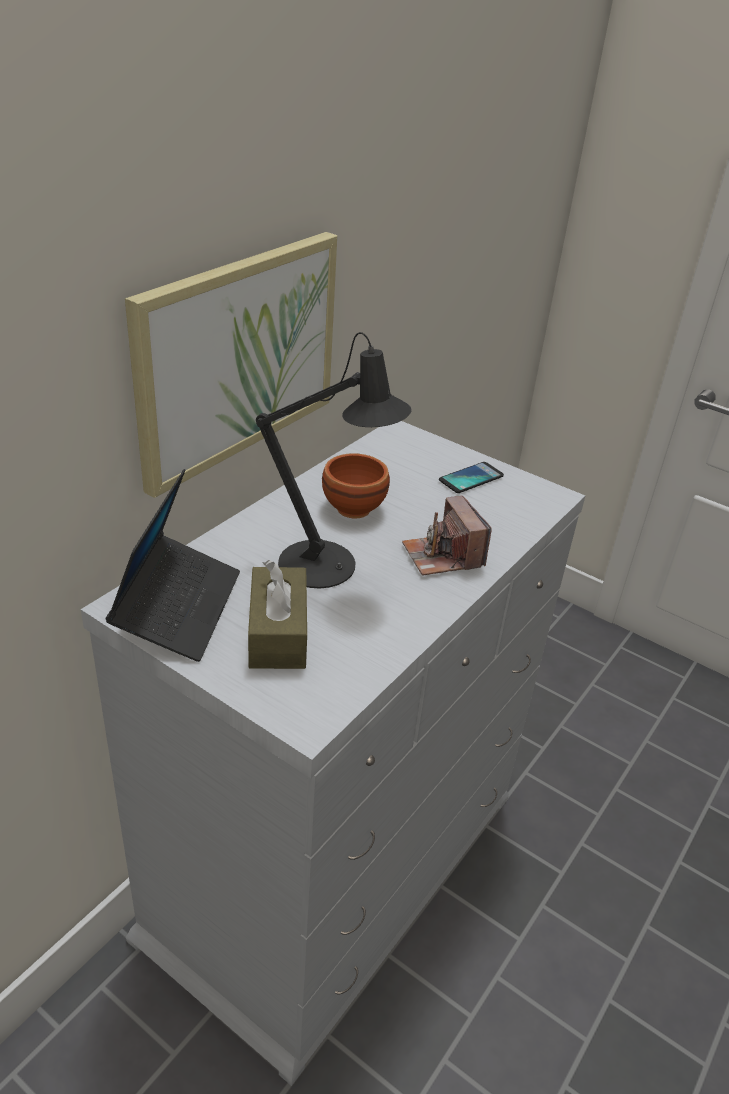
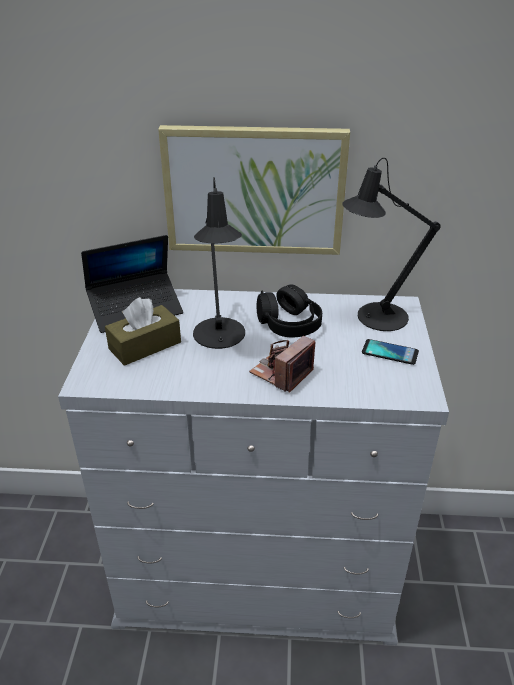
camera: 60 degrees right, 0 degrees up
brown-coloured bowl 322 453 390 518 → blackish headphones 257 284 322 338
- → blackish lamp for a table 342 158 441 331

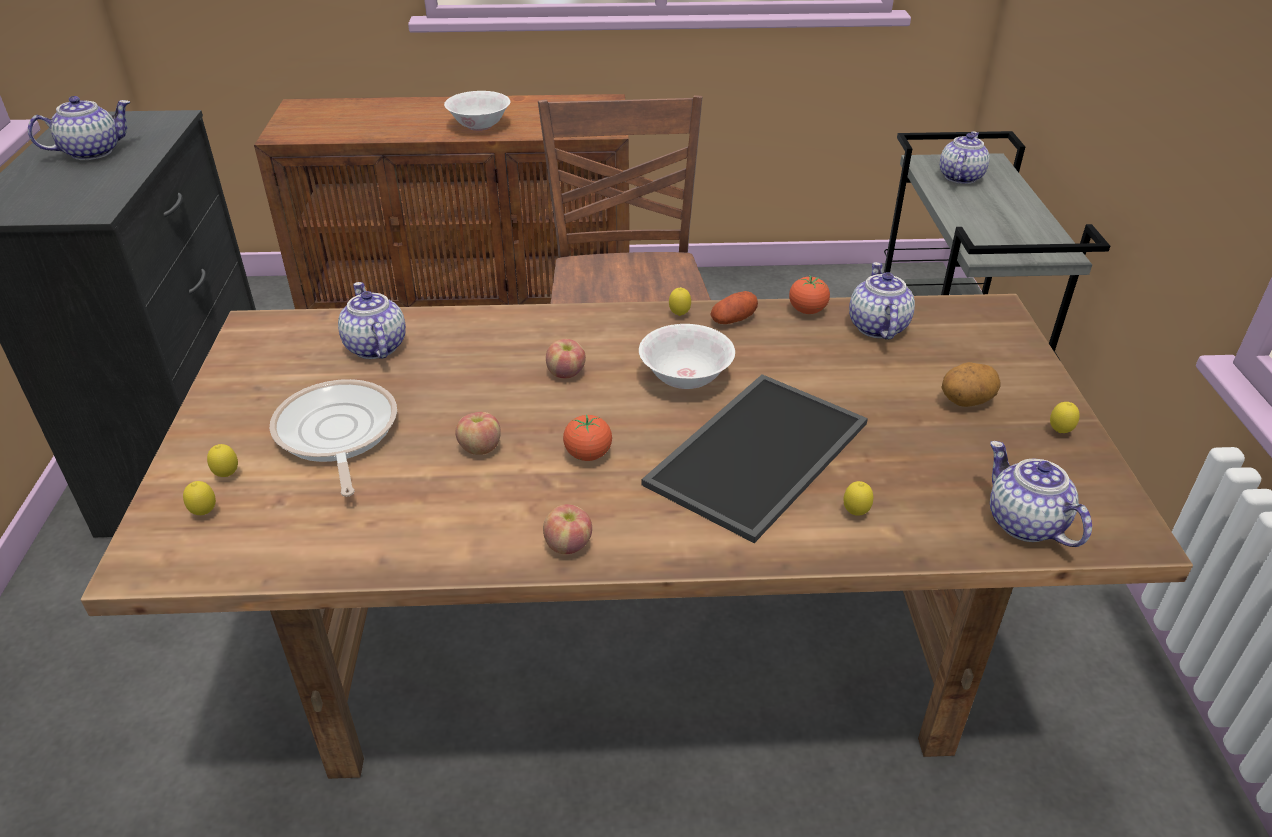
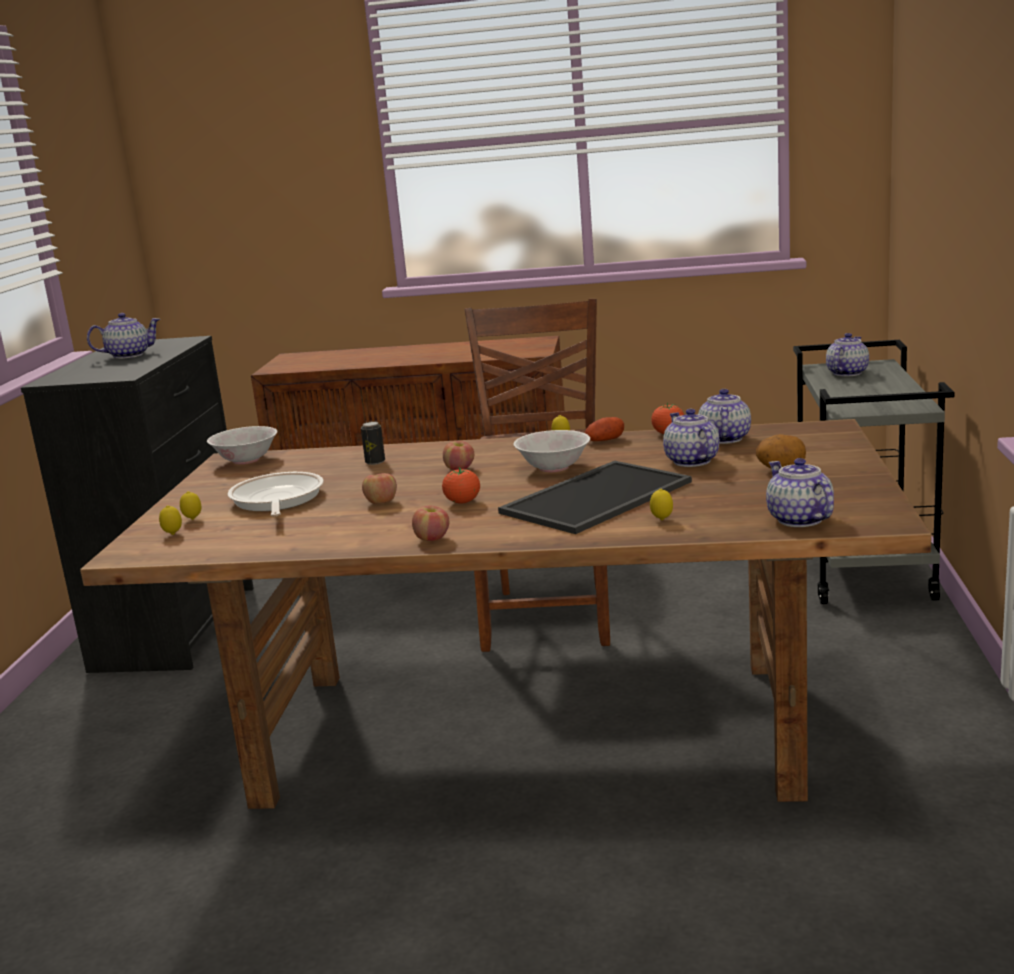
camera: 10 degrees right, 20 degrees down
pot for tea 338 282 406 359 → pot for tea 663 409 719 467, move
white-coloured bowl 444 91 510 131 → white-coloured bowl 207 426 277 464, move
citrus fruit 1050 402 1079 433 → -
- → sealed can 361 421 385 465

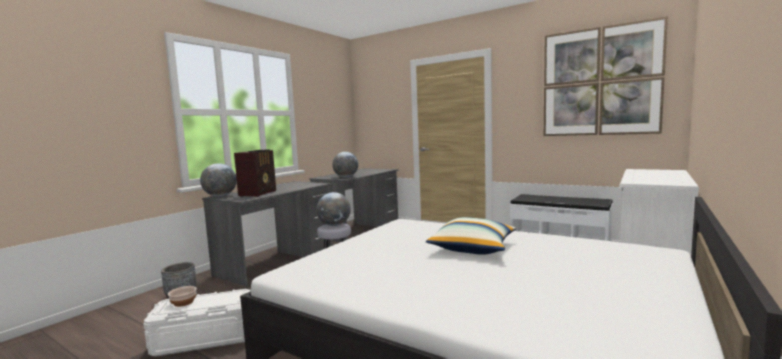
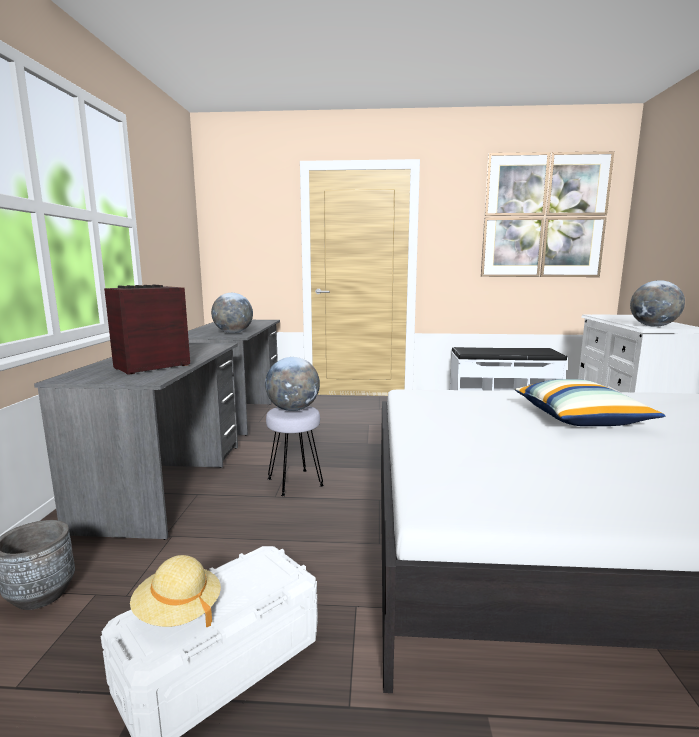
camera: 30 degrees left, 5 degrees up
bowl 168 286 197 307 → beige clothing hat 130 555 221 627
globe 200 163 237 197 → globe 630 280 685 327, move
radio receiver 234 149 276 197 → radio receiver 104 285 190 375, 120 degrees counterclockwise

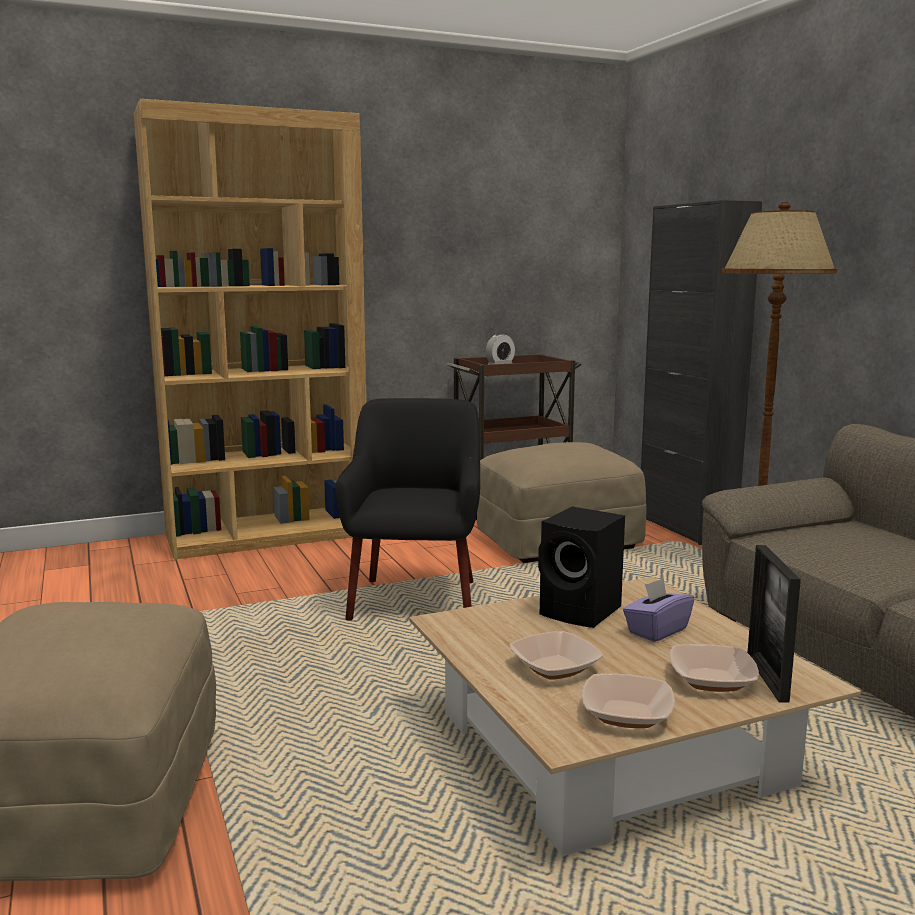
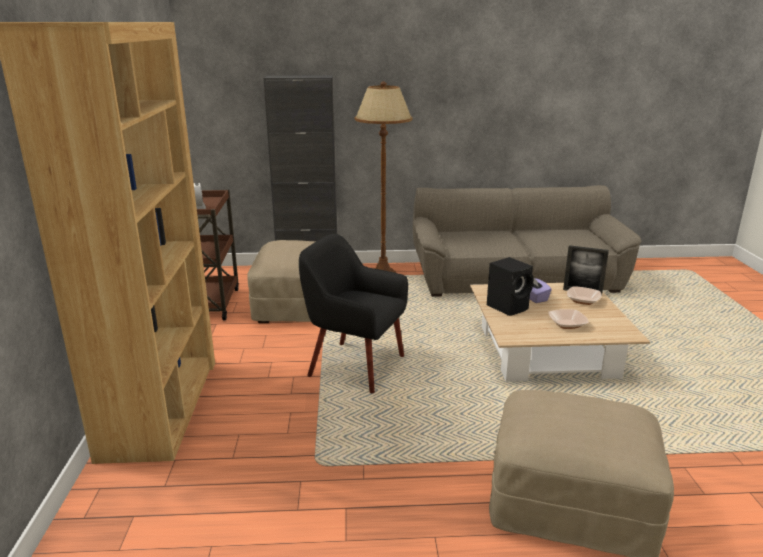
camera: 70 degrees left, 10 degrees up
bowl 582 673 675 728 → -

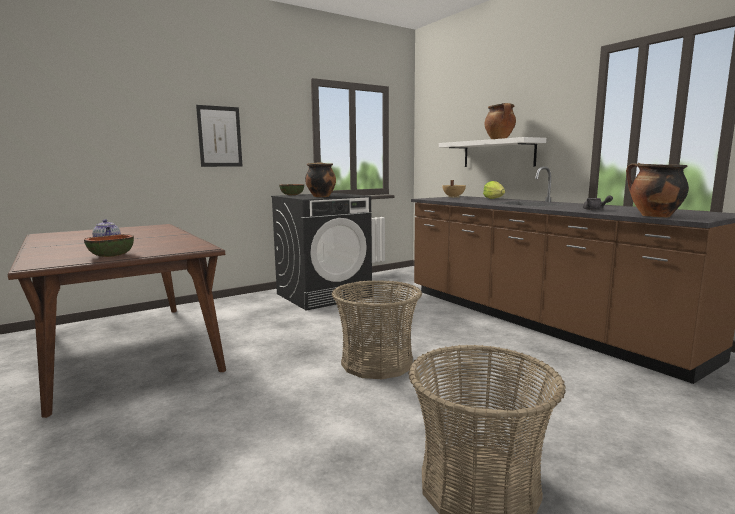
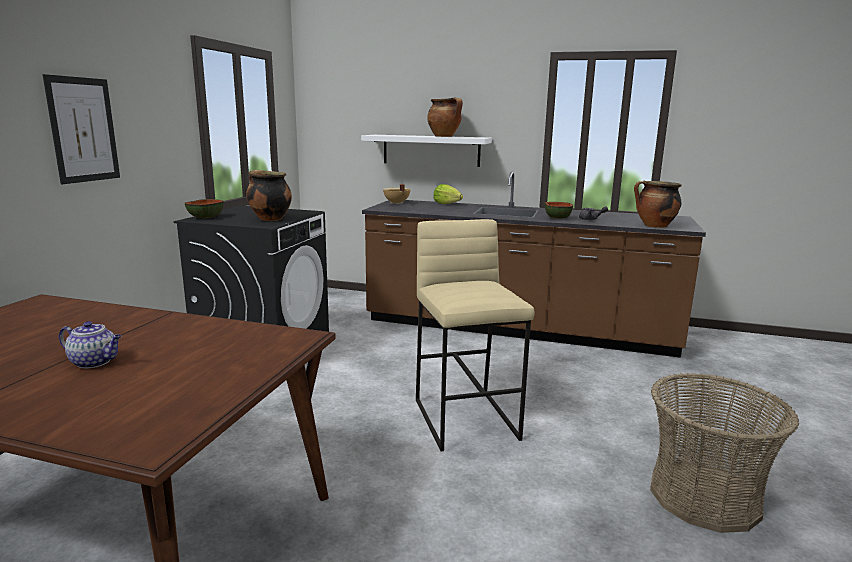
camera: 40 degrees left, 5 degrees up
bowl 84 234 134 257 → bowl 545 202 573 219, move
storage basket 332 280 422 379 → beige stool 416 219 535 452

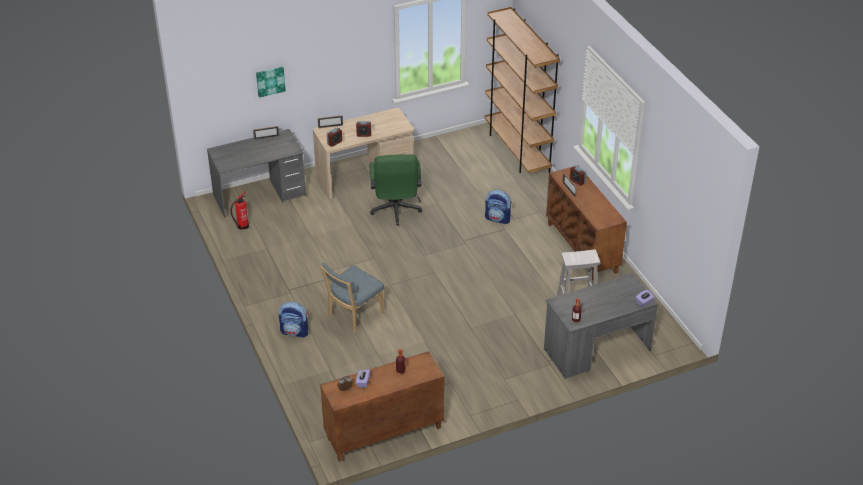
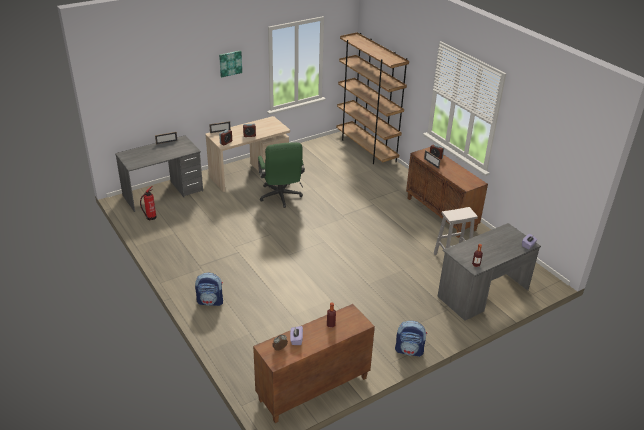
camera: 10 degrees left, 5 degrees down
wall picture 256 67 286 97 → wall picture 219 51 242 77, move
blue-coloured upright chair 320 263 384 333 → -
rucksack 485 190 512 224 → rucksack 395 321 427 357, move

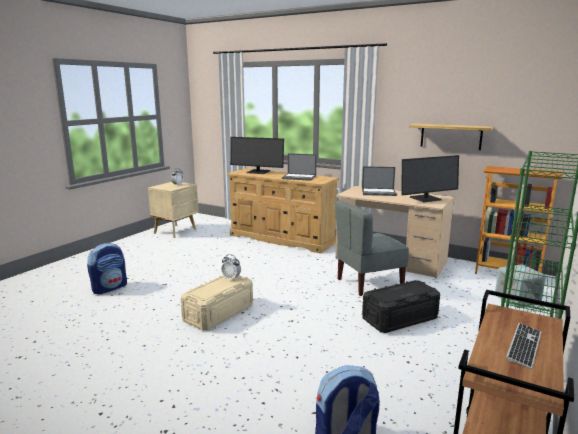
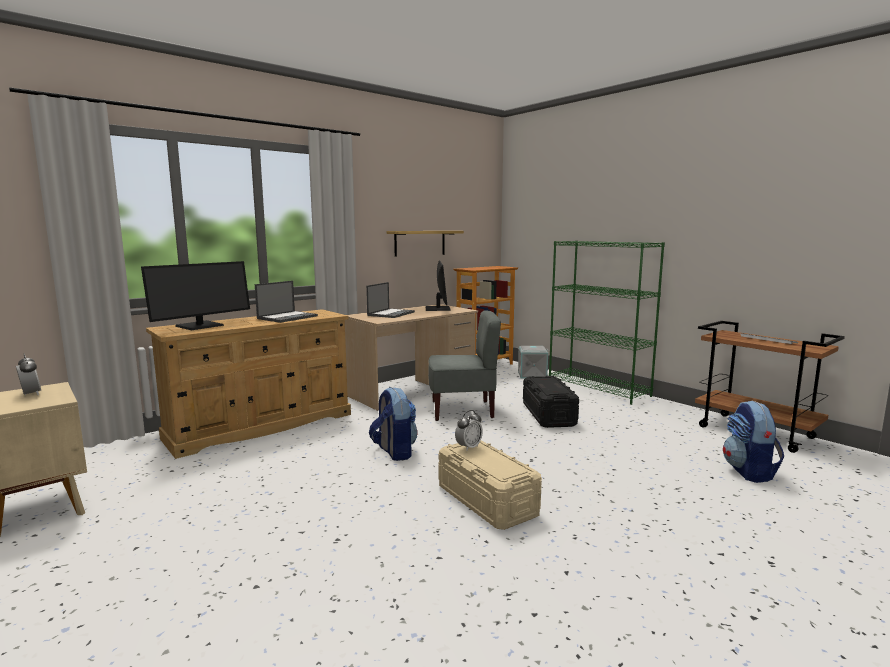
camera: 70 degrees left, 5 degrees down
rucksack 87 243 127 294 → rucksack 369 387 417 461, move
gray upright chair 335 201 409 296 → gray upright chair 428 310 501 421, 90 degrees counterclockwise

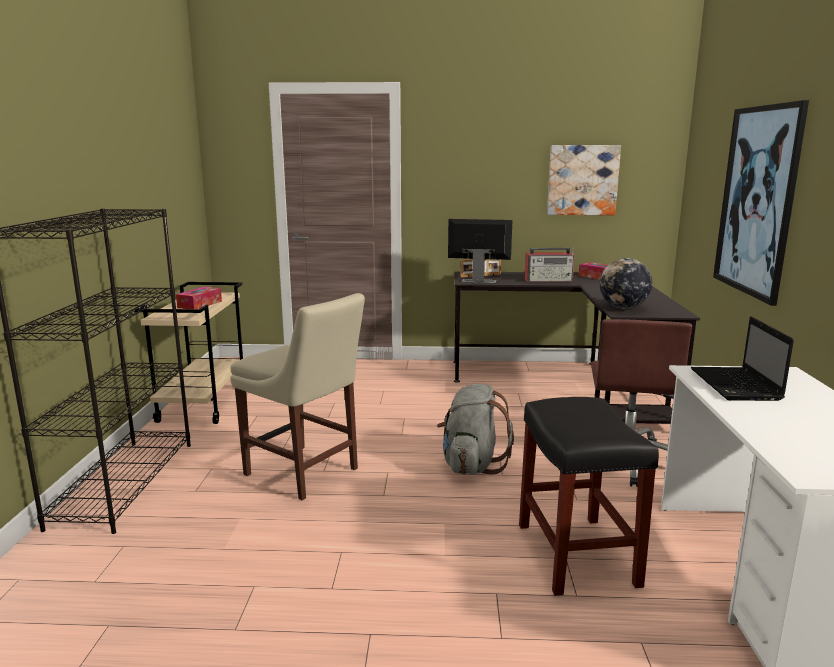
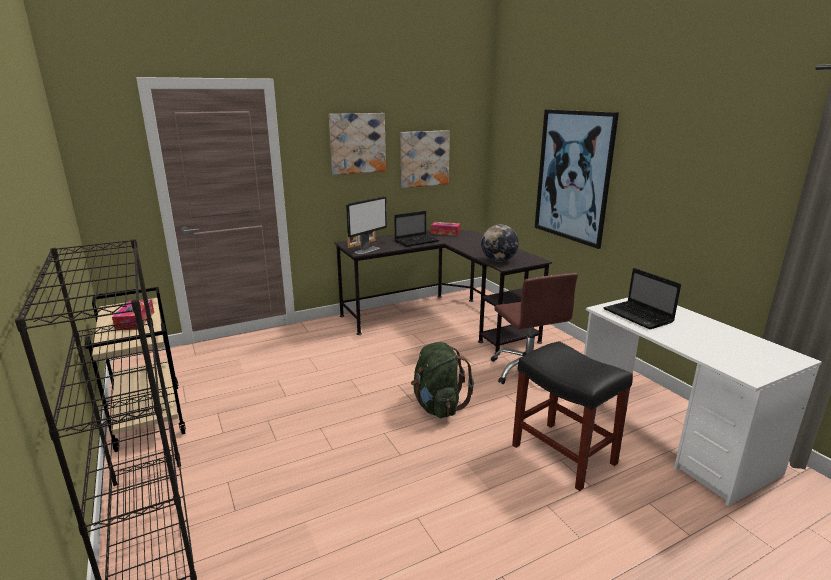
camera: 30 degrees left, 5 degrees up
beige upright chair 230 293 365 500 → -
gray rucksack 437 384 514 475 → green-coloured rucksack 411 342 474 418
computer screen 448 219 512 283 → computer screen 346 196 387 254, 150 degrees clockwise
radio receiver 525 247 574 282 → portable computer 394 211 439 247
- → wall picture 329 113 386 175

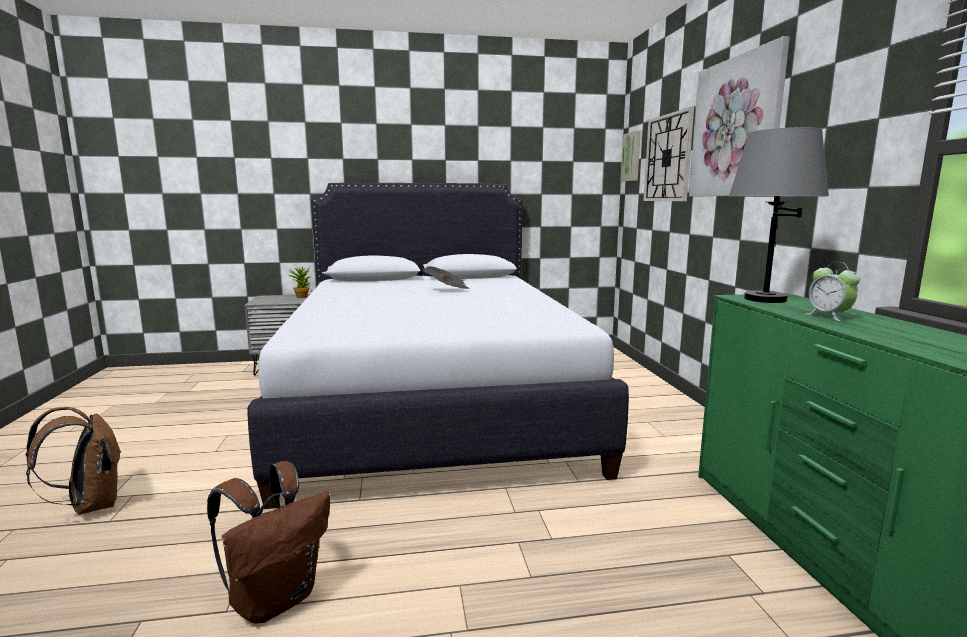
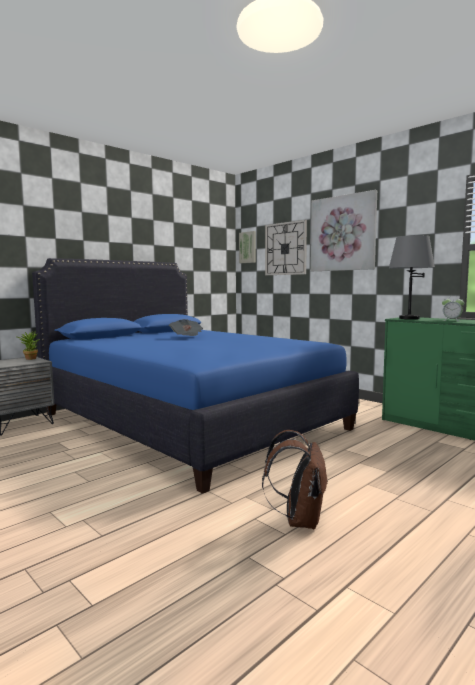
camera: 35 degrees left, 5 degrees down
brown-coloured rucksack 25 407 121 515 → -
white-coloured sleeping bed 247 183 629 509 → blue-coloured sleeping bed 32 258 359 494

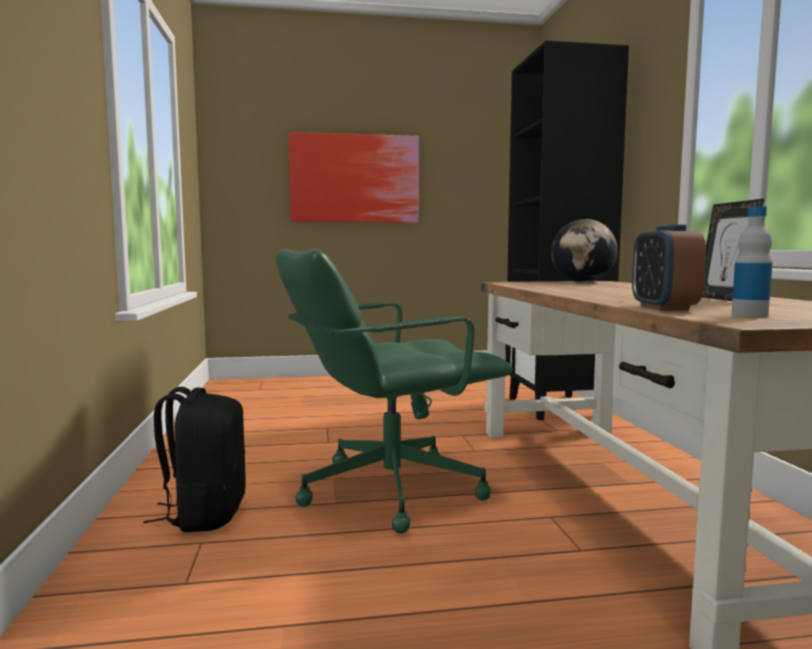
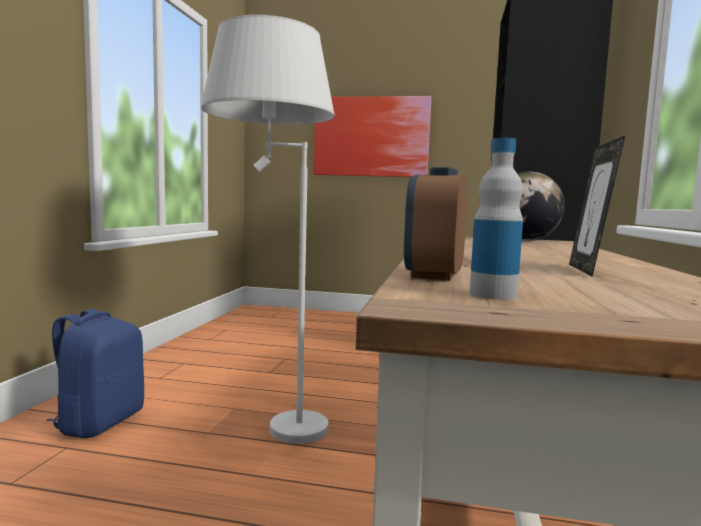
camera: 20 degrees right, 0 degrees up
blackish rucksack 144 387 246 532 → blue-coloured rucksack 46 309 144 438
green-coloured computer chair 275 248 513 534 → white-coloured floor lamp 201 15 334 444

